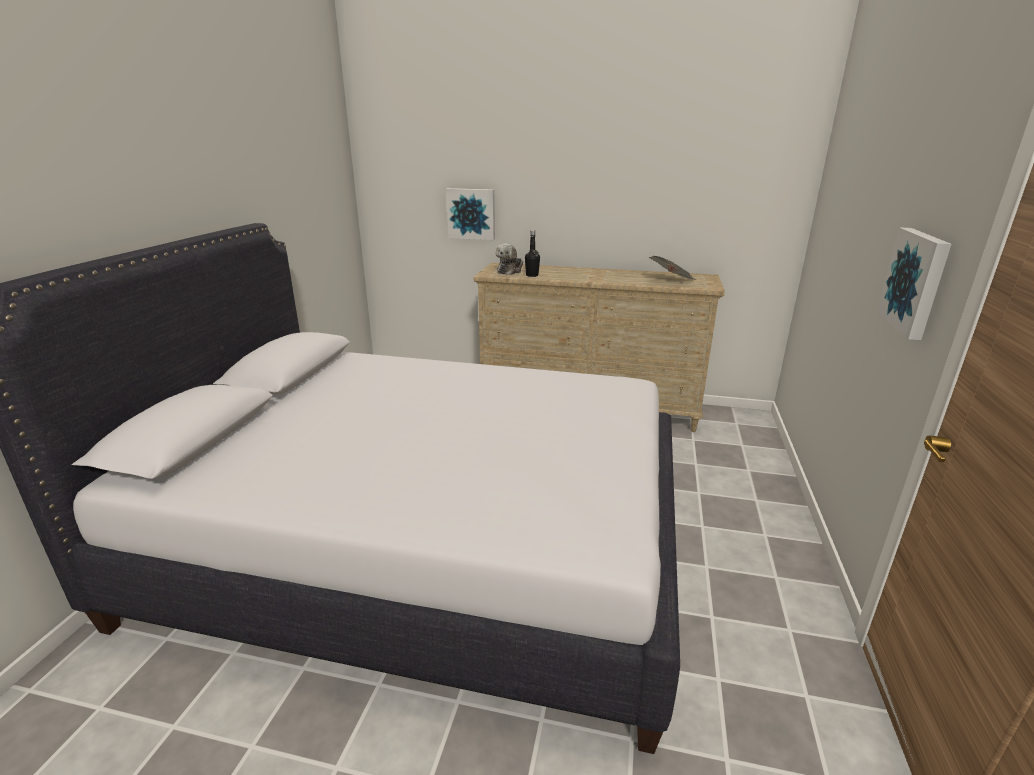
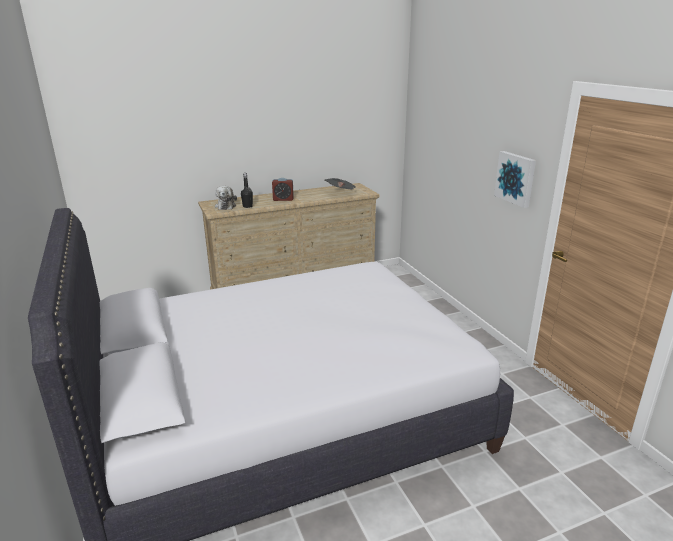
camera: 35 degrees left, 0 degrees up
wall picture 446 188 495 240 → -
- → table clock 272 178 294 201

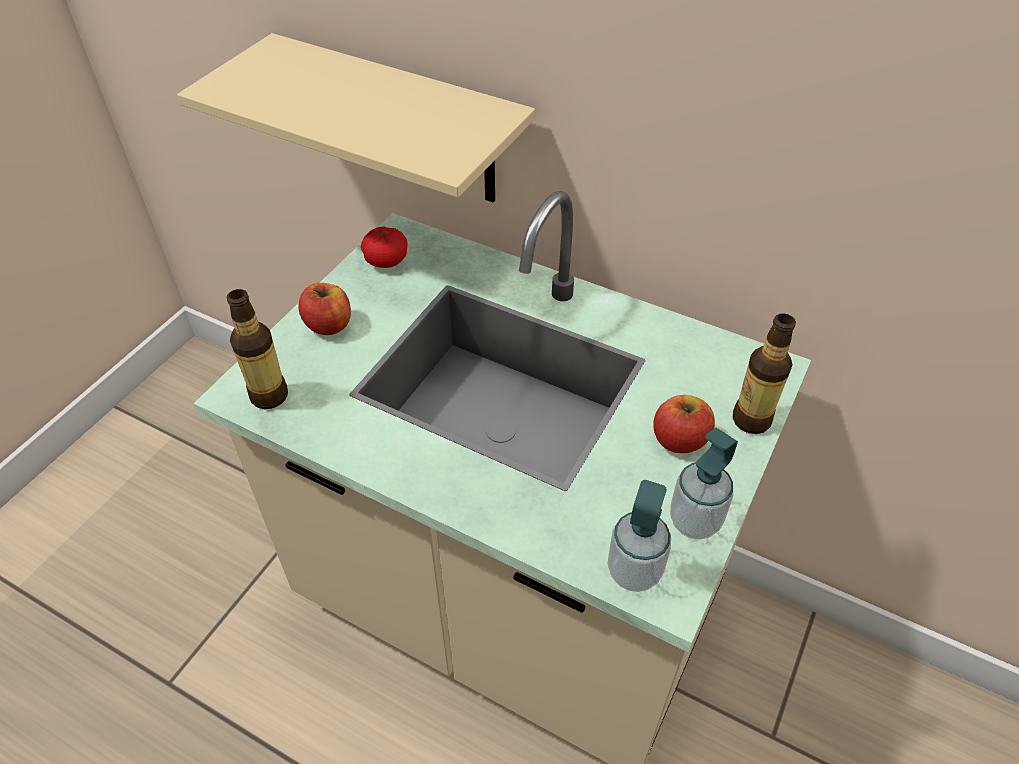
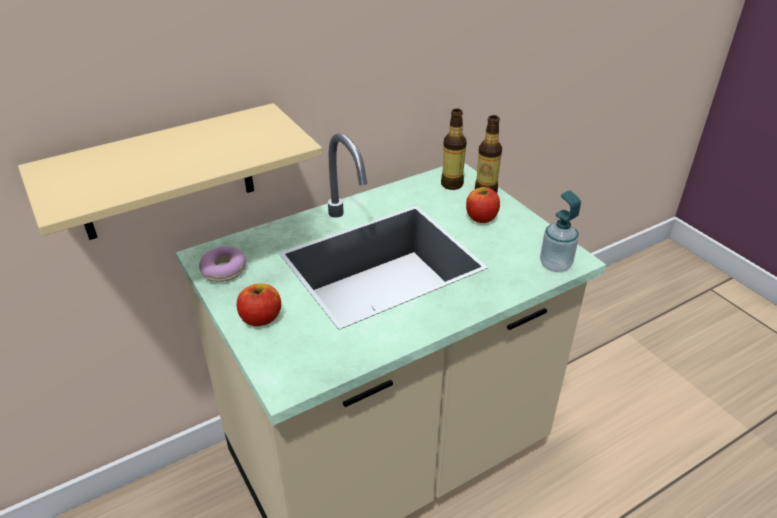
camera: 60 degrees left, 10 degrees down
beverage bottle 227 289 288 409 → beverage bottle 441 109 467 190, move
whole tomato 361 227 408 268 → ring doughnut 199 246 247 282
soap bottle 670 428 738 540 → -

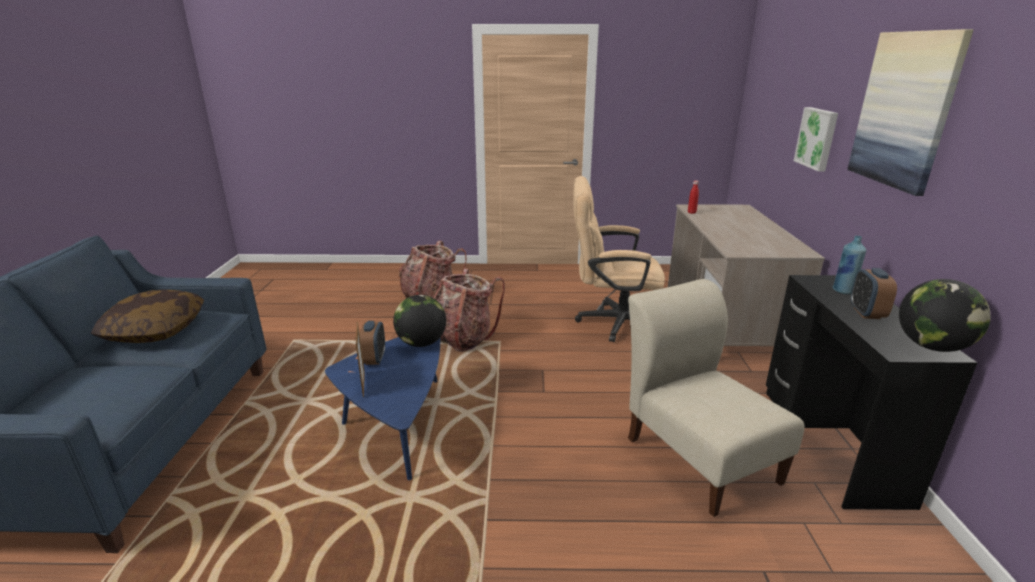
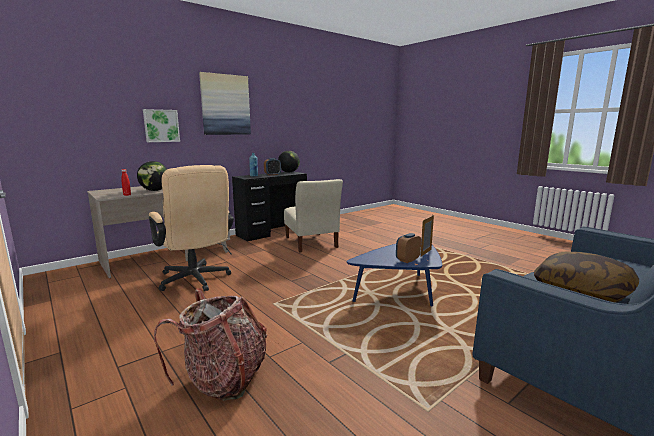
camera: 130 degrees left, 10 degrees down
globe 393 295 446 347 → globe 137 161 167 191, move
rucksack 433 268 505 352 → -
beige upright chair 628 279 805 517 → beige upright chair 284 179 343 252, 45 degrees counterclockwise

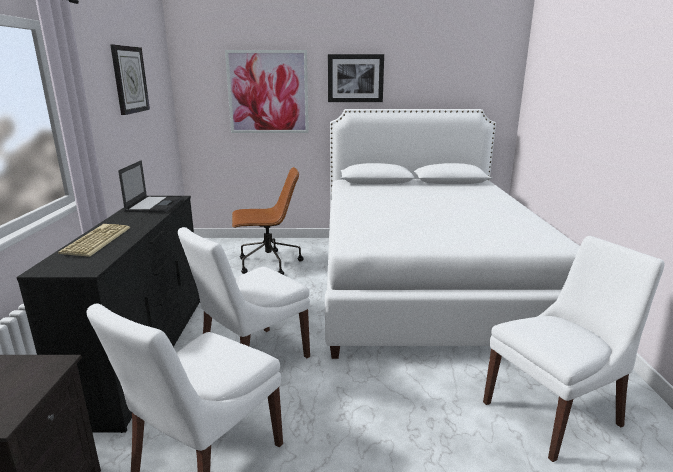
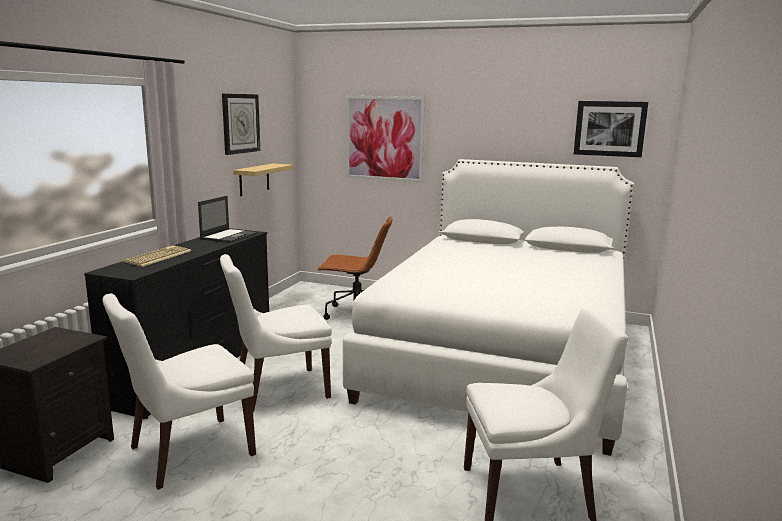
camera: 20 degrees right, 5 degrees down
wall picture 328 54 384 102 → wall picture 574 101 648 157, move
- → shelf 233 164 293 196

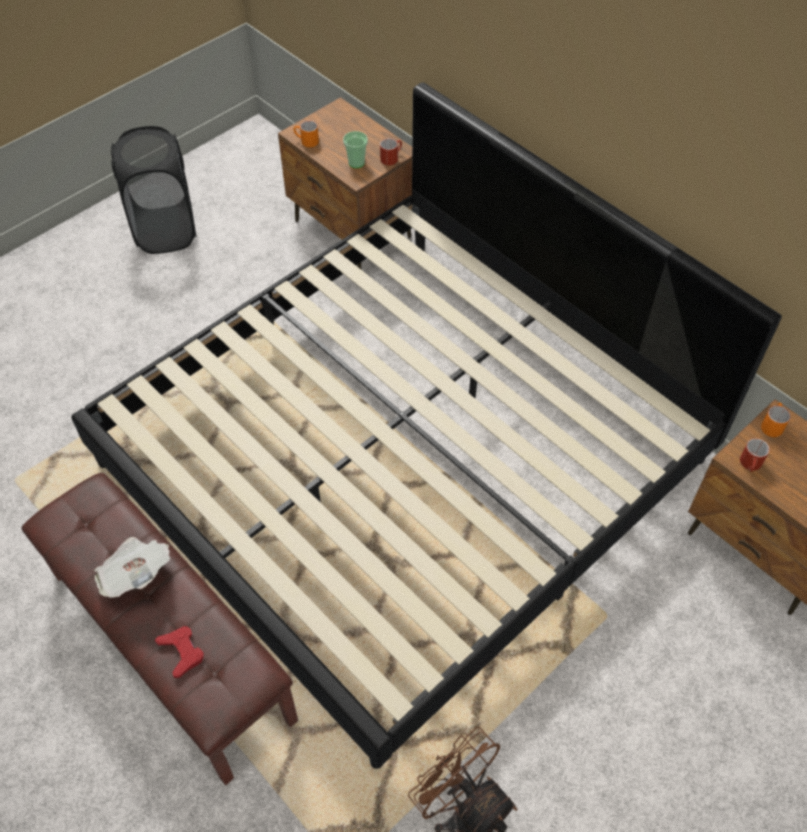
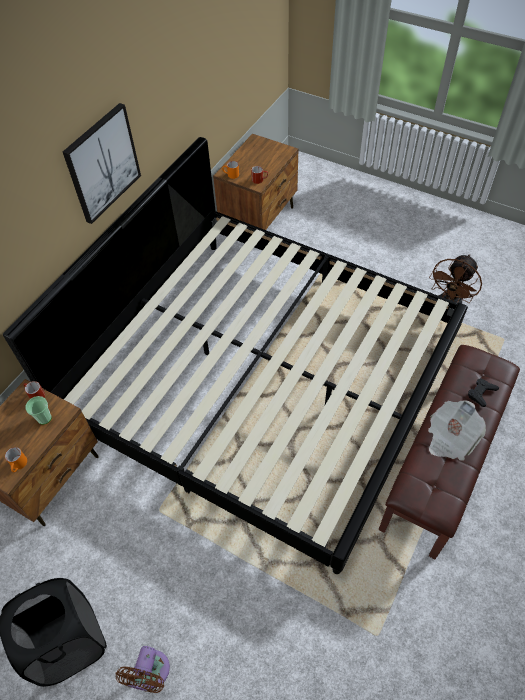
camera: 105 degrees left, 0 degrees up
red-coloured gamepad 155 626 204 678 → blackish gamepad 468 378 499 407
- → wall picture 63 103 141 224
- → brown-coloured cooling fan 115 646 170 693

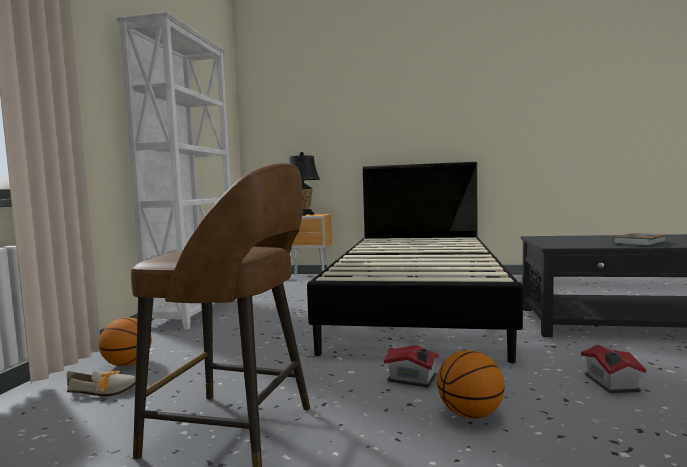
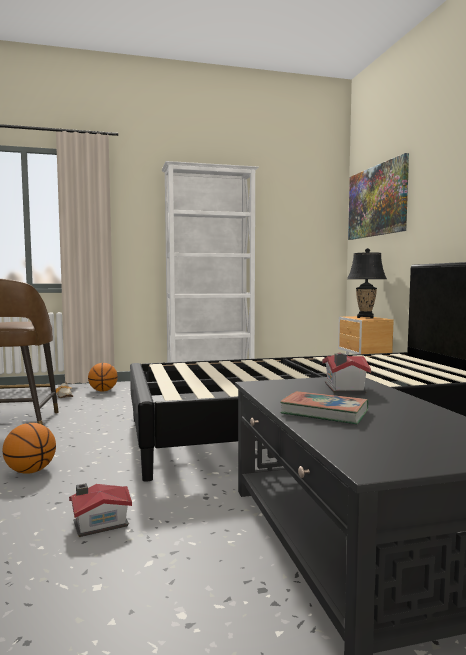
camera: 65 degrees right, 0 degrees up
model house 384 345 439 388 → model house 322 352 371 394, move
- → wall picture 348 153 409 240

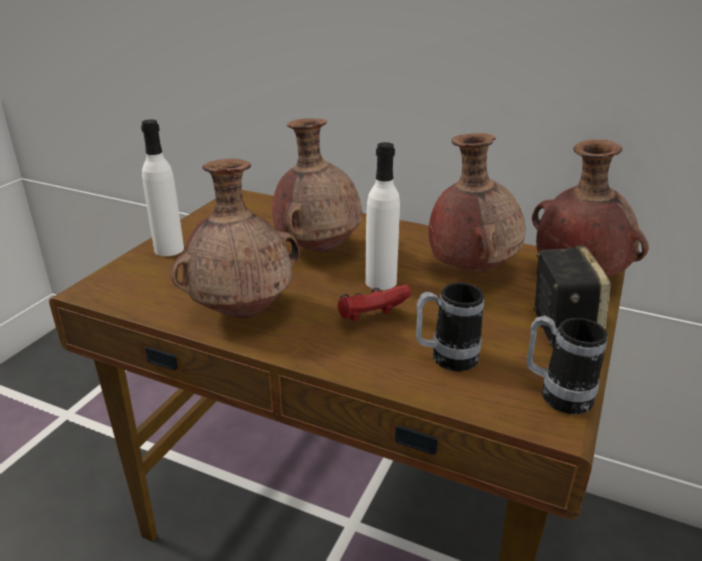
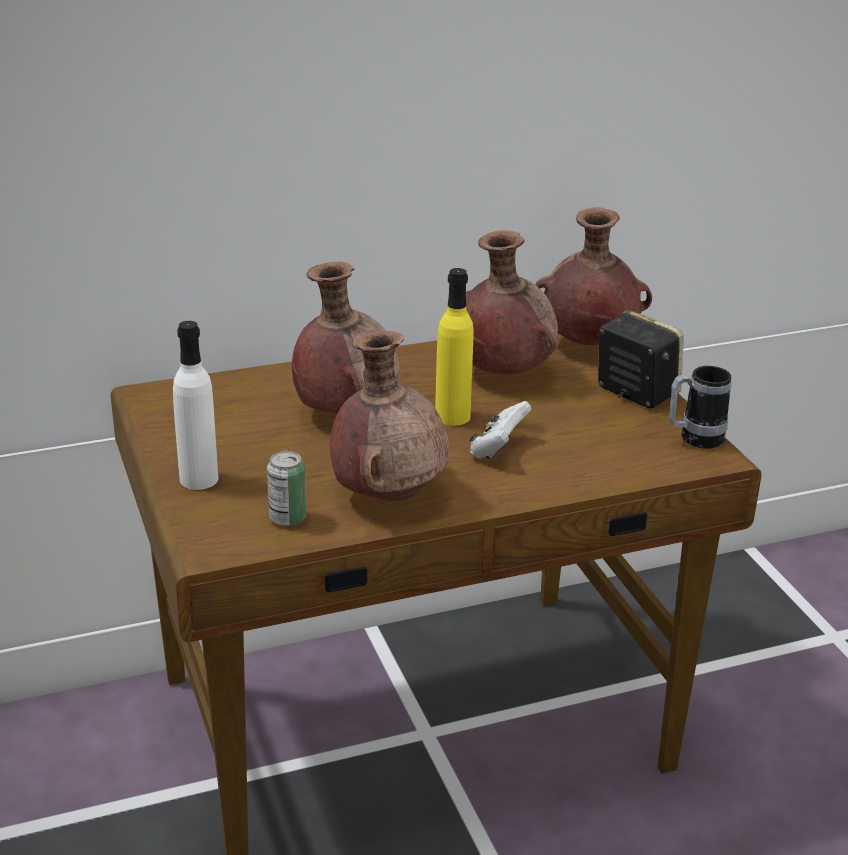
camera: 45 degrees left, 0 degrees up
red-coloured gamepad 337 285 411 322 → white-coloured gamepad 469 401 532 459
white-coloured beverage bottle 365 142 400 290 → yellow beverage bottle 435 268 474 426
tea mug 416 283 484 371 → -
- → sealed can 267 451 306 526

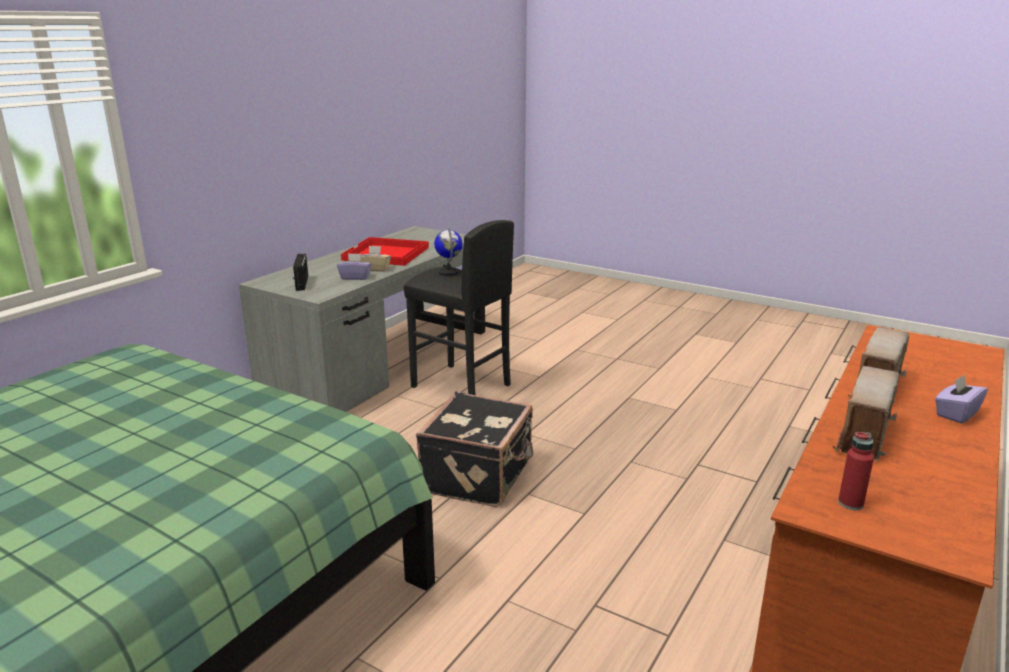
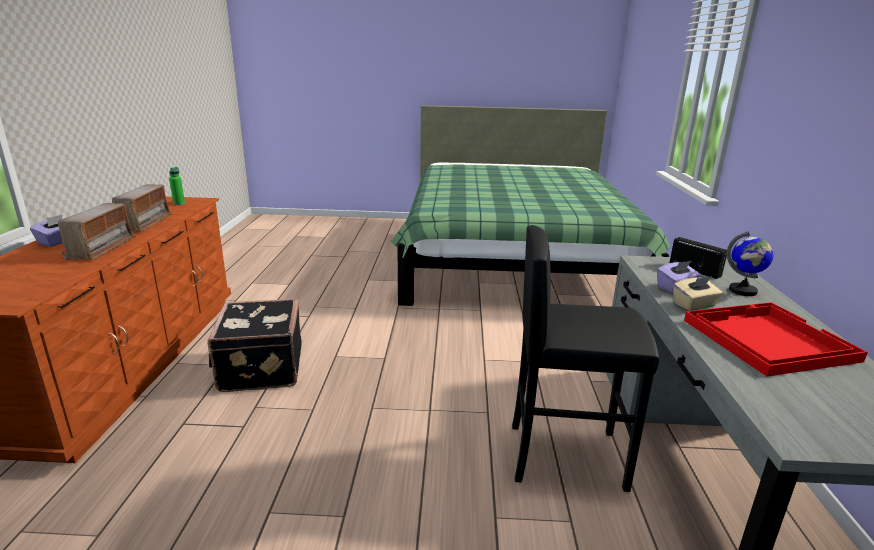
camera: 150 degrees right, 0 degrees up
blackish travel case 416 392 533 507 → blackish travel case 208 299 302 392, move
globe 434 228 463 276 → globe 727 231 773 296, move
red-coloured beverage bottle 838 432 874 510 → green-coloured beverage bottle 169 167 185 205

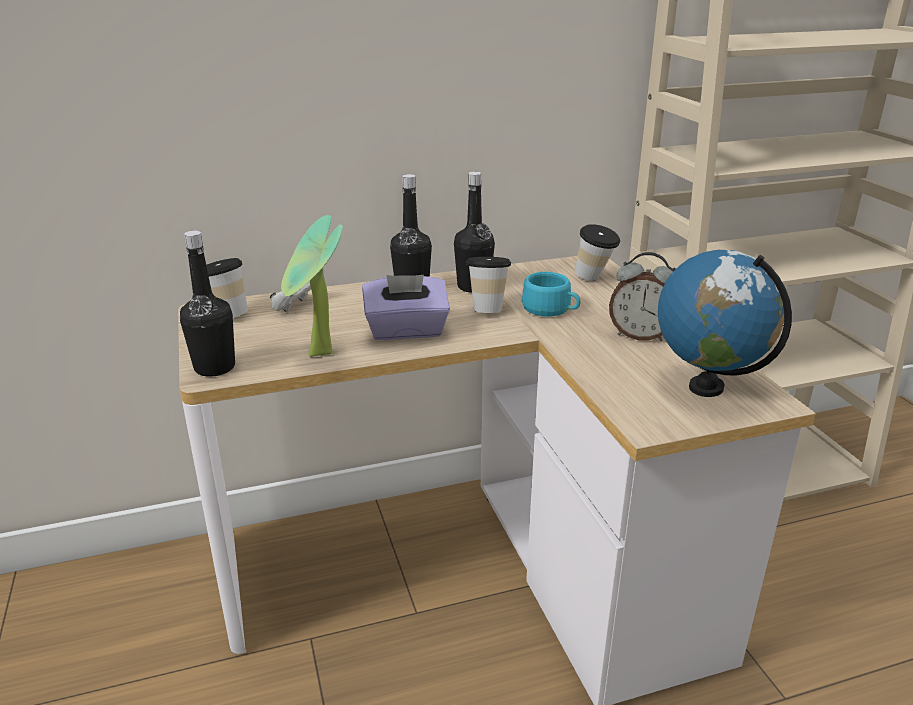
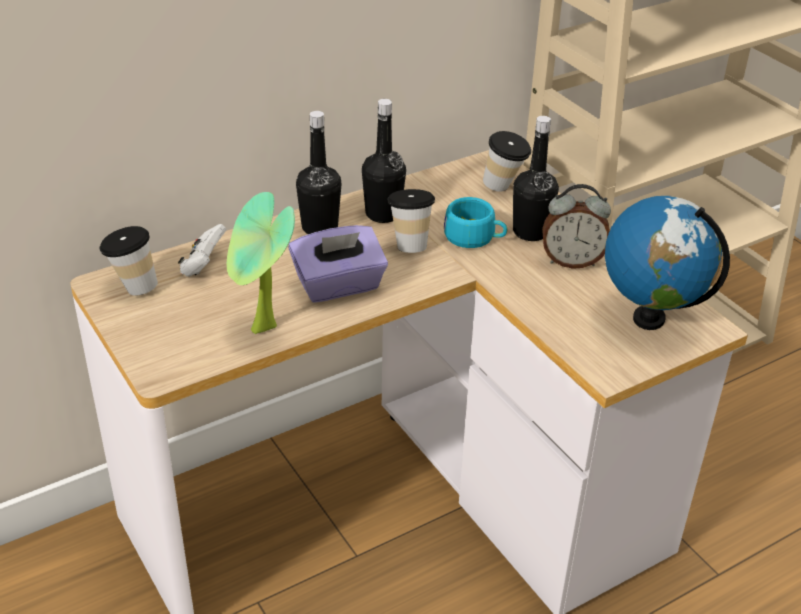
camera: 15 degrees left, 10 degrees up
blackish beverage bottle 180 231 235 377 → blackish beverage bottle 513 116 559 241, move

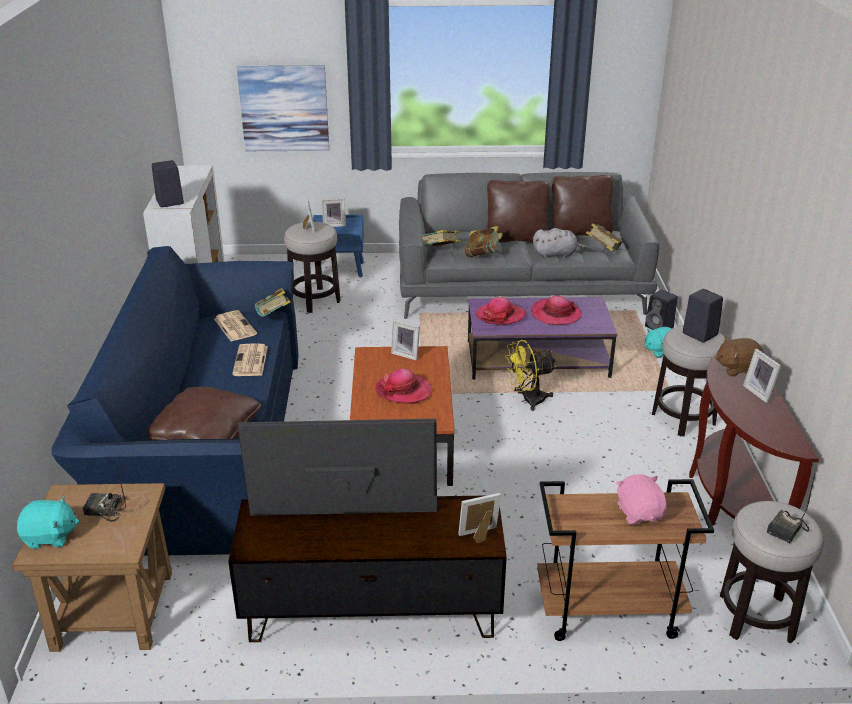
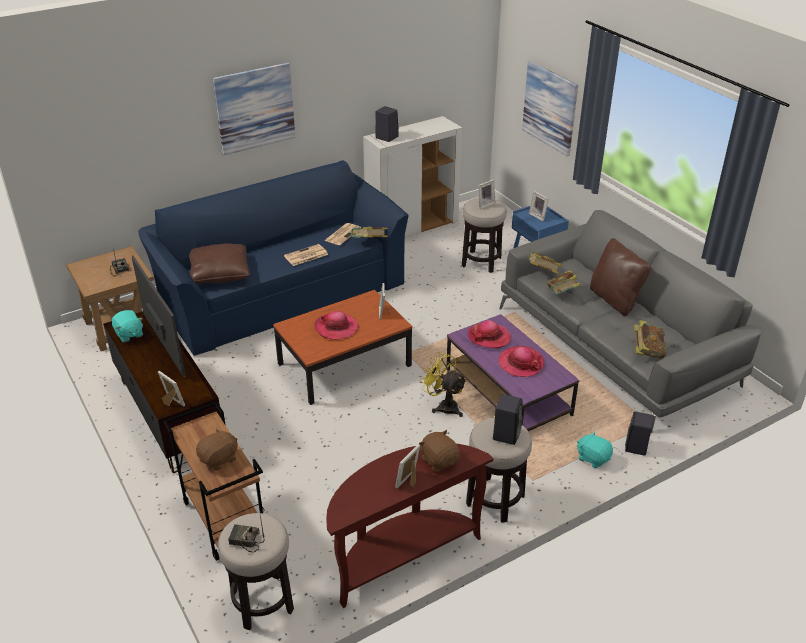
camera: 60 degrees right, 5 degrees up
blue-green plush toy 17 496 79 549 → blue-green plush toy 112 310 143 342, move
gray plush toy 533 228 587 258 → -
brown-coloured pillow 552 175 613 236 → -
pinkish plush toy 616 475 667 524 → brown-coloured plush toy 196 428 238 470
- → wall picture 213 63 295 155

